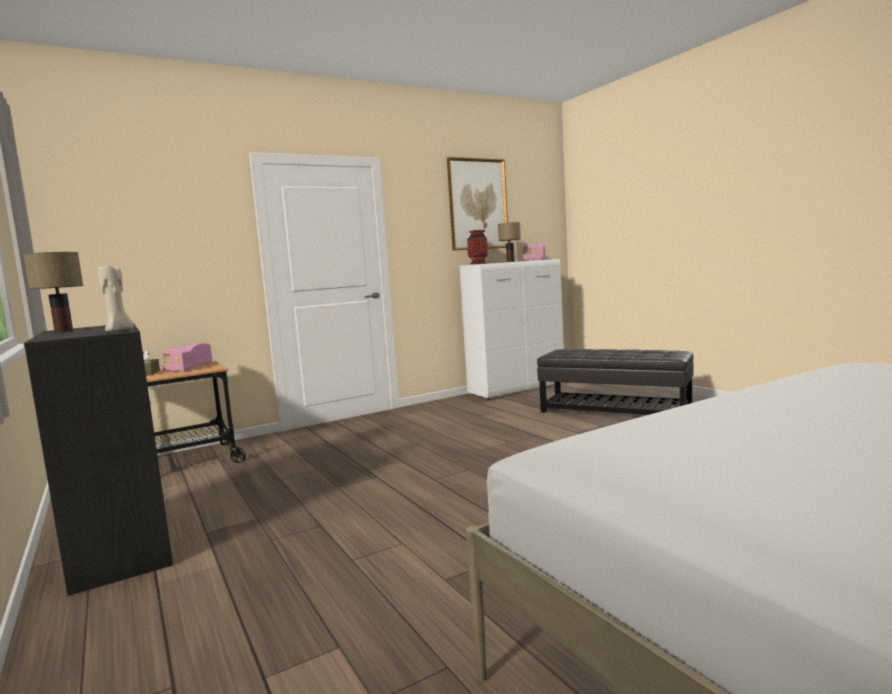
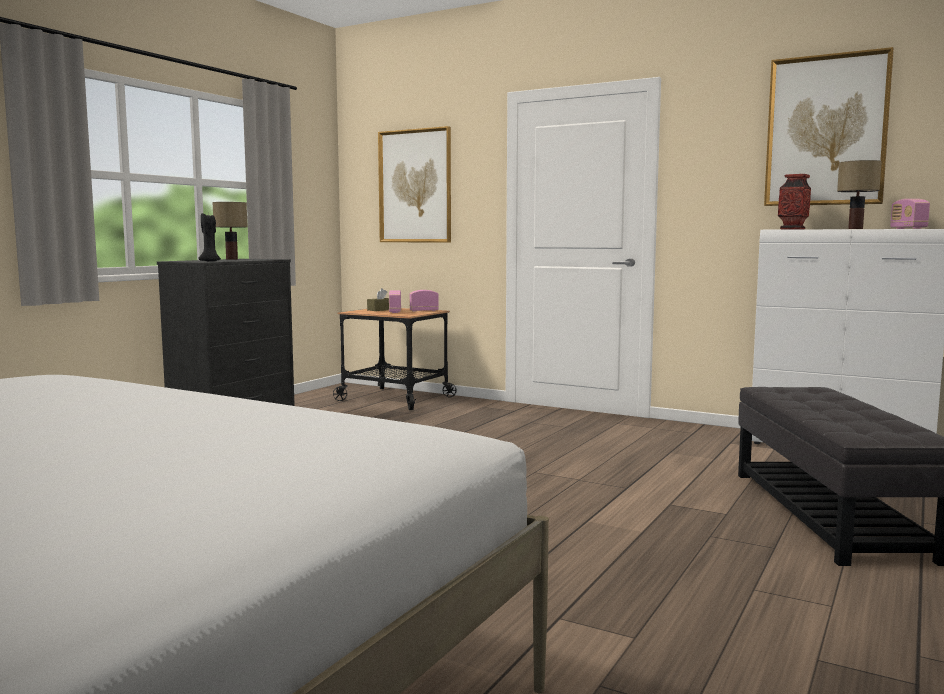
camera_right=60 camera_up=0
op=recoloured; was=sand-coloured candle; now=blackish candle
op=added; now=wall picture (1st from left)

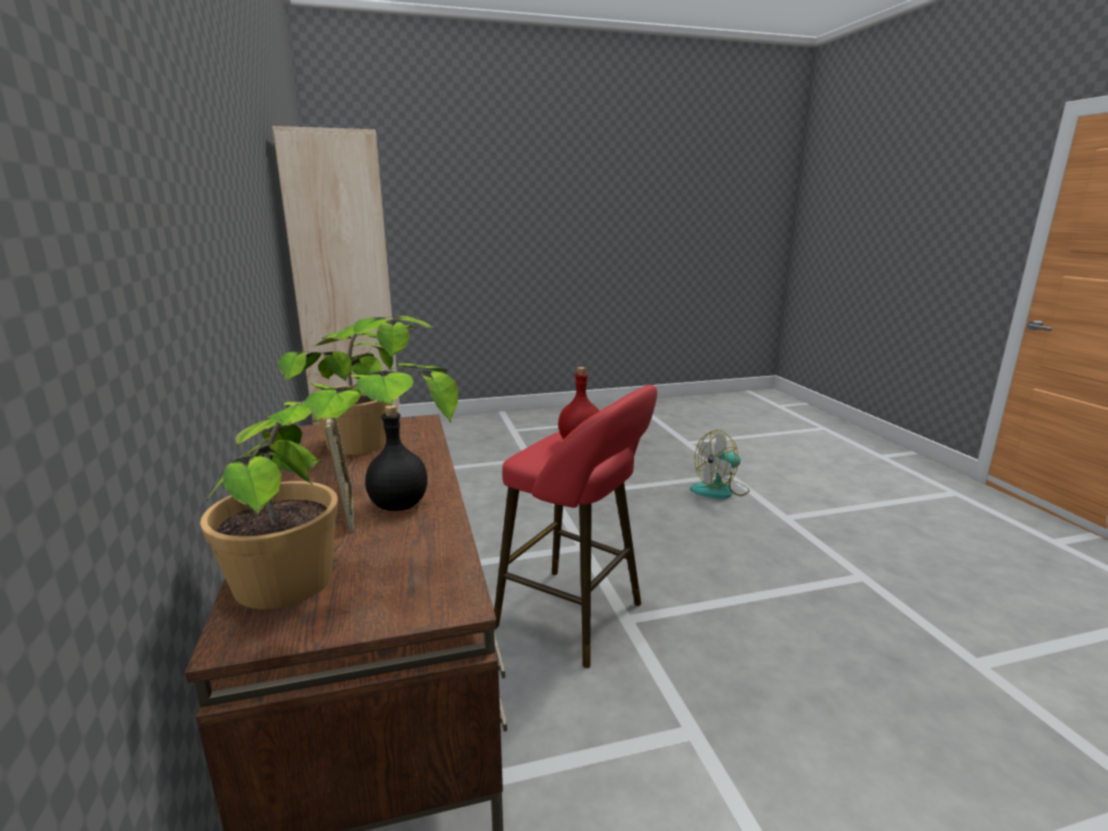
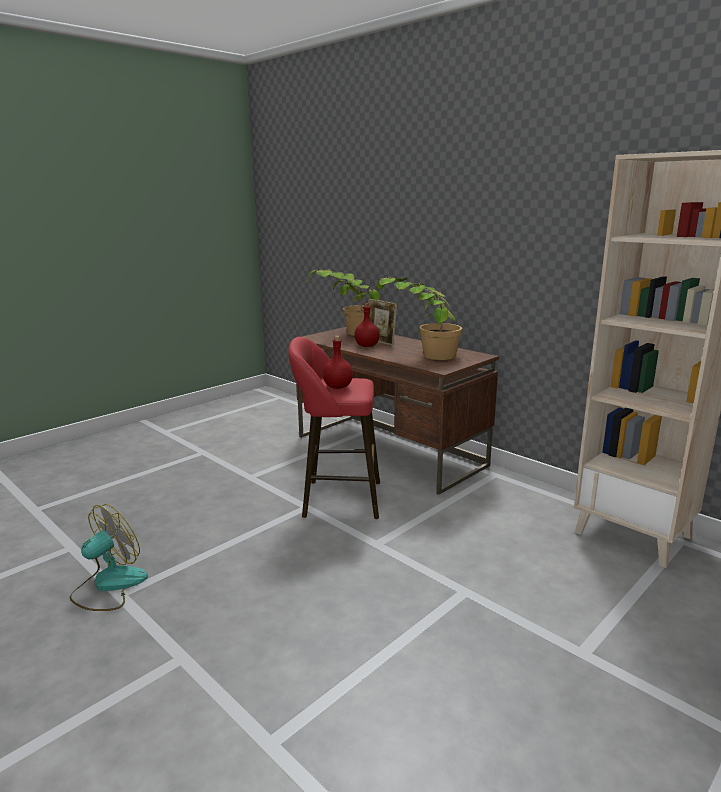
camera_right=150 camera_up=0
op=recoloured; was=blackish beverage bottle; now=red beverage bottle (2nd from left)
op=moved; was=fan

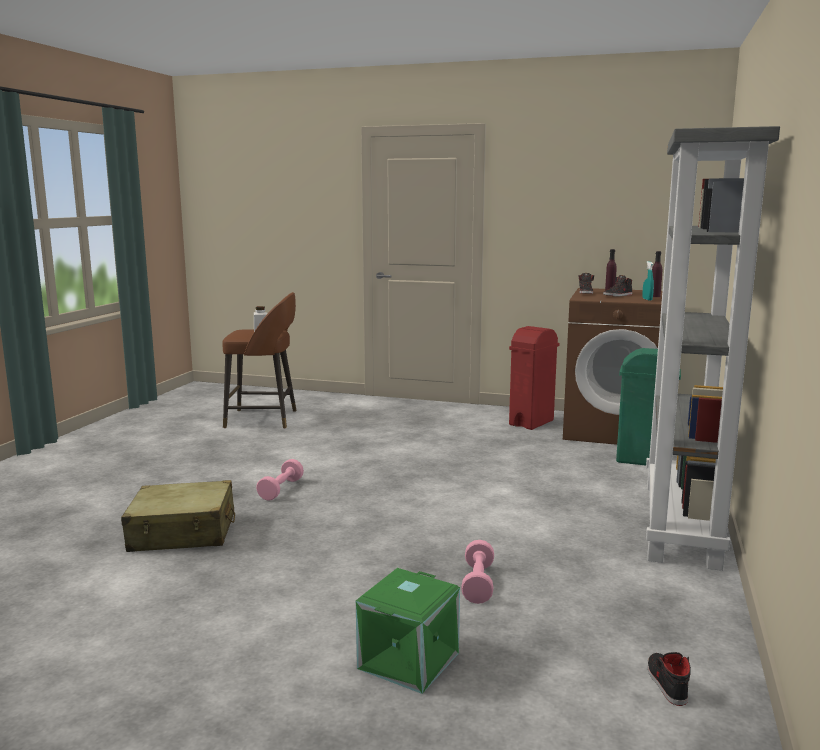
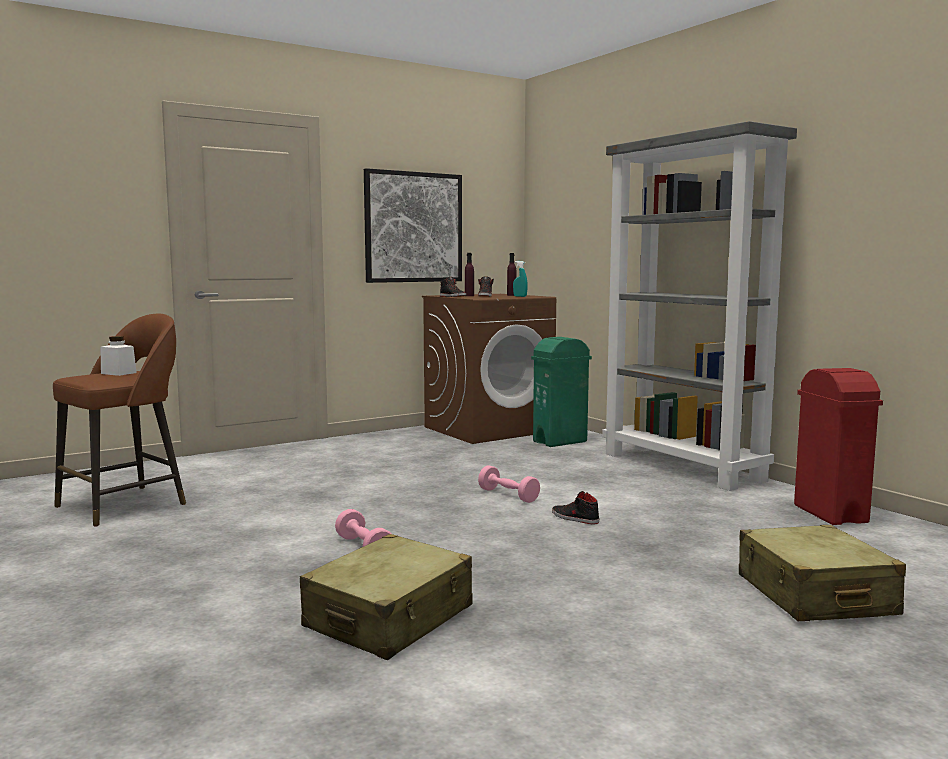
camera_right=-50 camera_up=-5
op=replaced; was=greenish storage box; now=sand-coloured piece of luggage (2nd from left)
op=moved; was=pink-coloured dumbbell (2nd from left)
op=moved; was=red trash can
op=moved; was=blackish low shoe (3rd from left)
op=added; now=wall picture

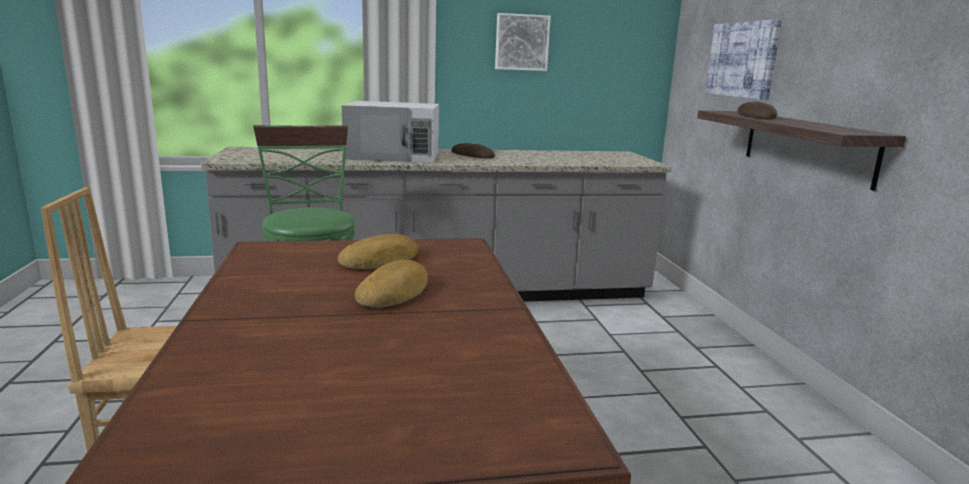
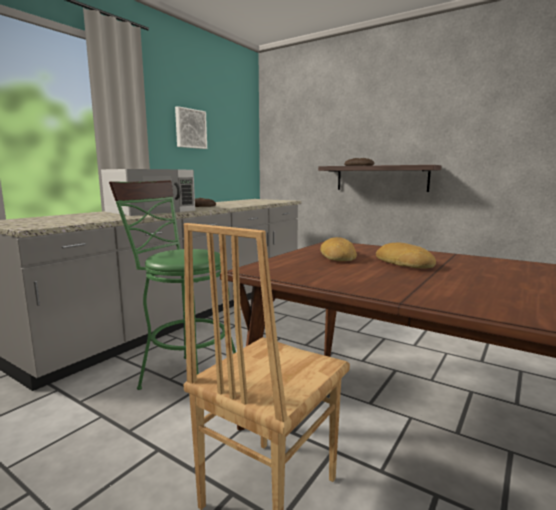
camera_right=-45 camera_up=-5
op=removed; was=wall picture (2nd from left)

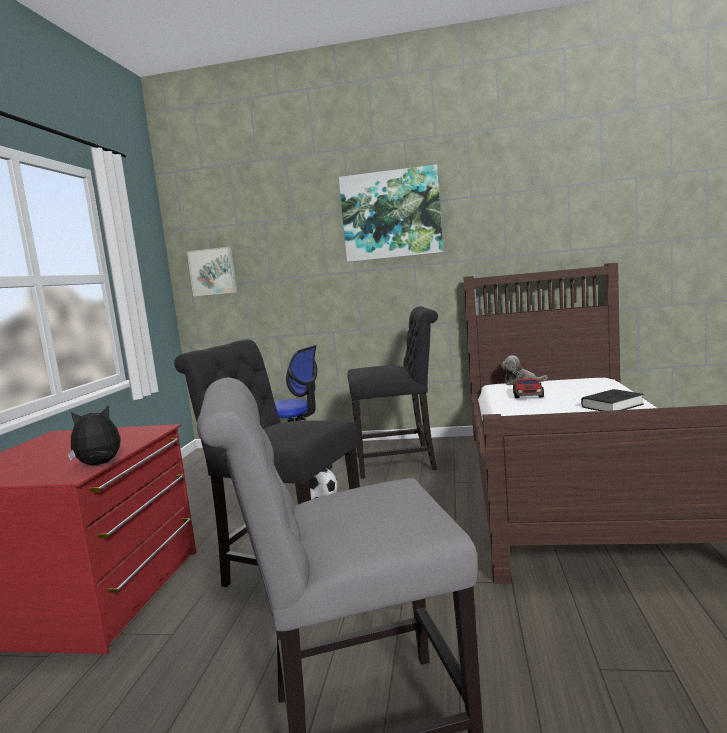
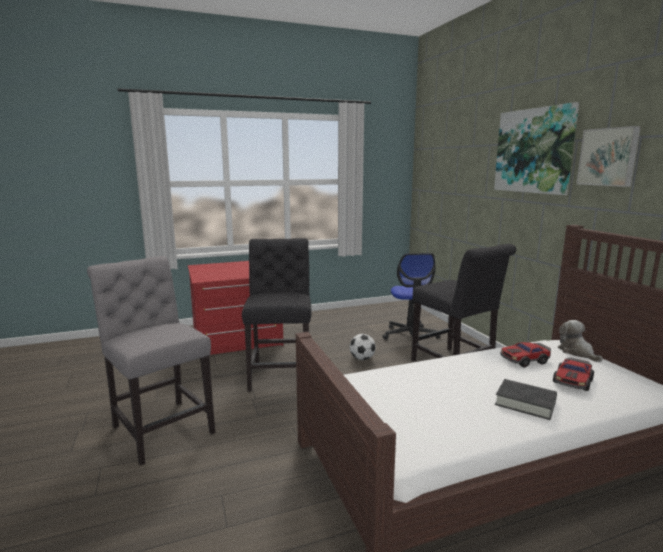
camera_right=60 camera_up=5
op=removed; was=cuddly toy (1st from left)
op=moved; was=wall picture (1st from left in the first image); now=wall picture (2nd from left)
op=added; now=model car (2nd from left)

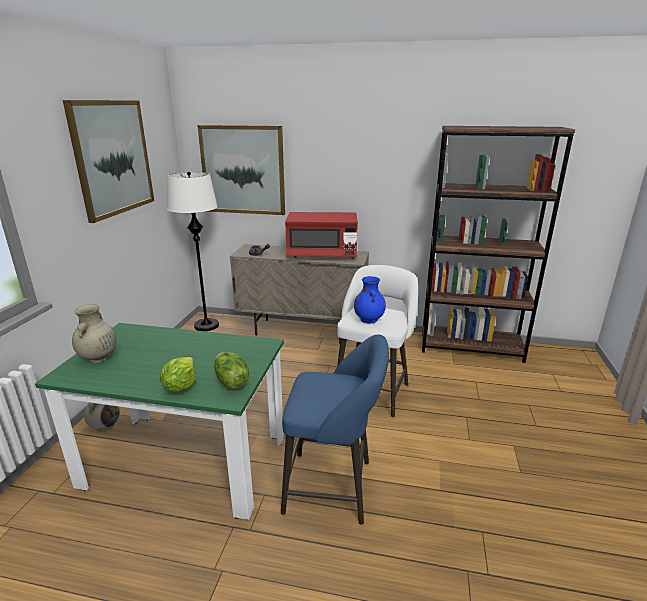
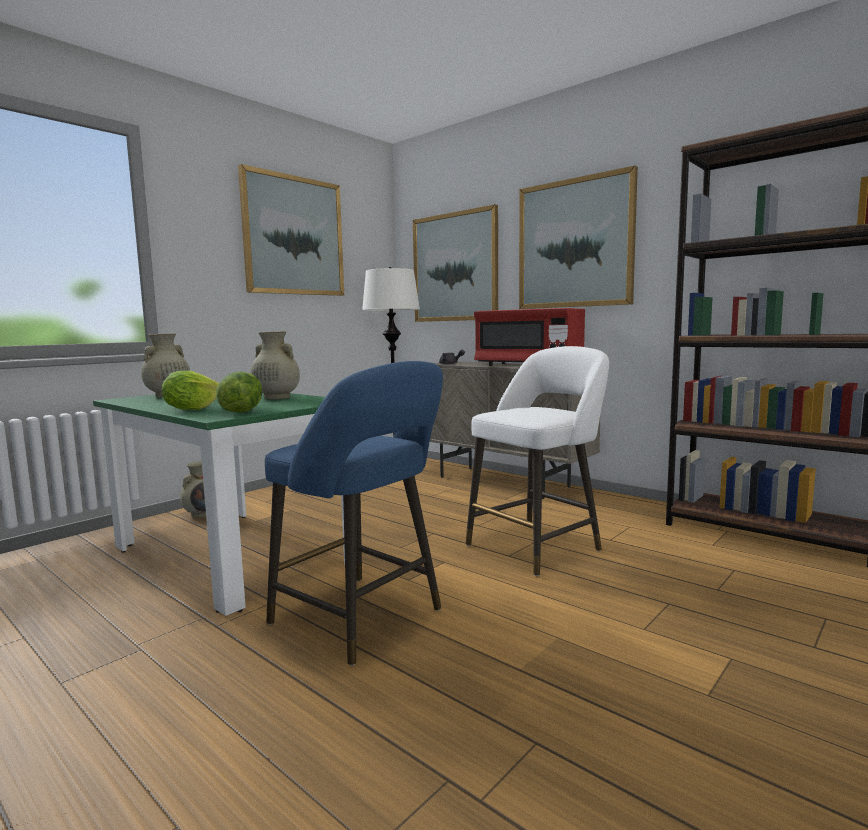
camera_right=30 camera_up=-15
op=removed; was=blue-coloured flower vase
op=added; now=sand-coloured flower vase (3rd from left)
op=added; now=wall picture (3rd from left)

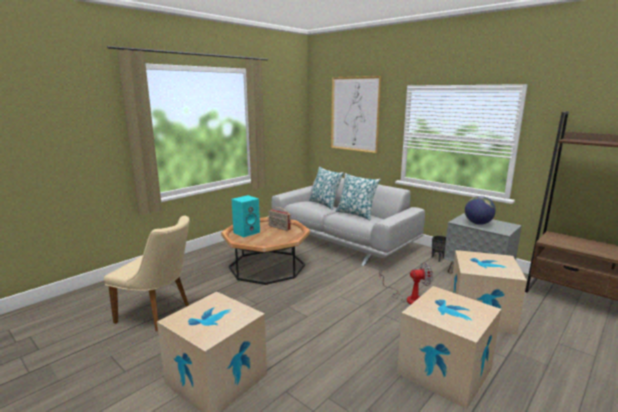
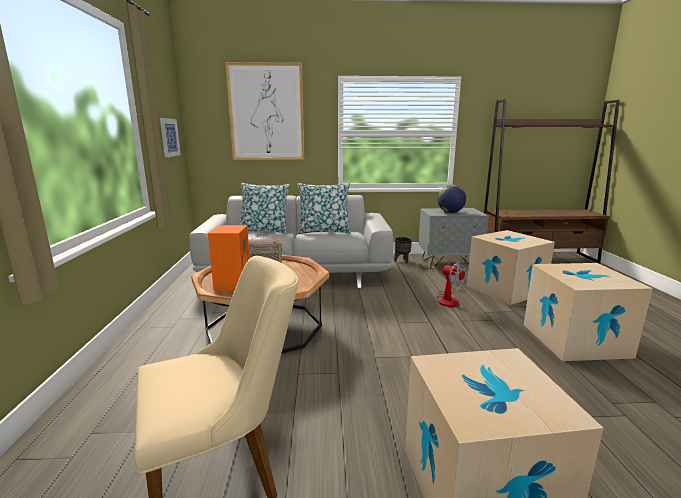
camera_right=-45 camera_up=0
op=recoloured; was=turquoise loudspeaker; now=orange-coloured loudspeaker
op=turned; was=fan; clockwise=105
op=added; now=wall picture (1st from left)

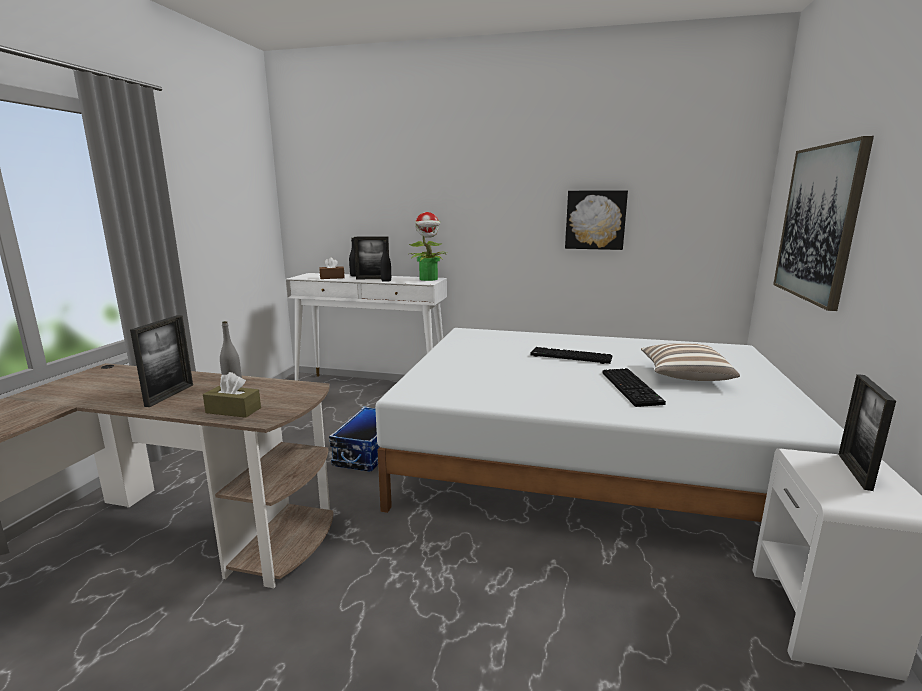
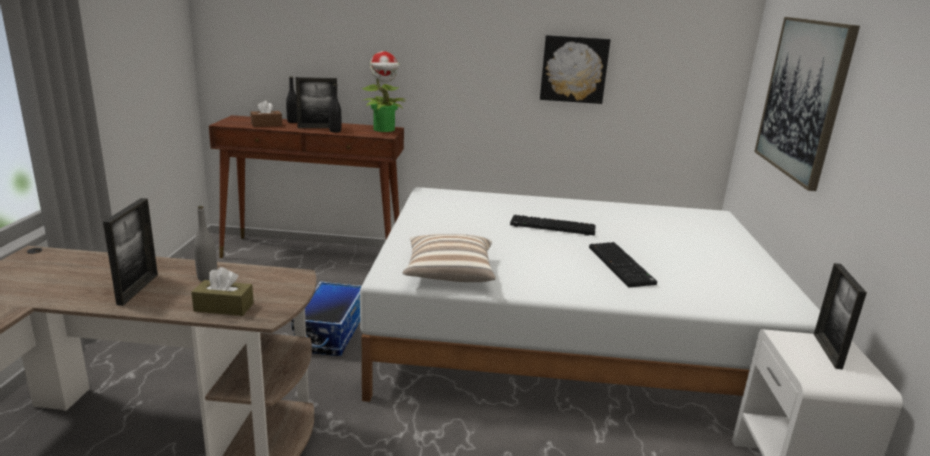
camera_right=-10 camera_up=5
op=recoloured; was=white narrow table; now=brown narrow table
op=moved; was=pillow

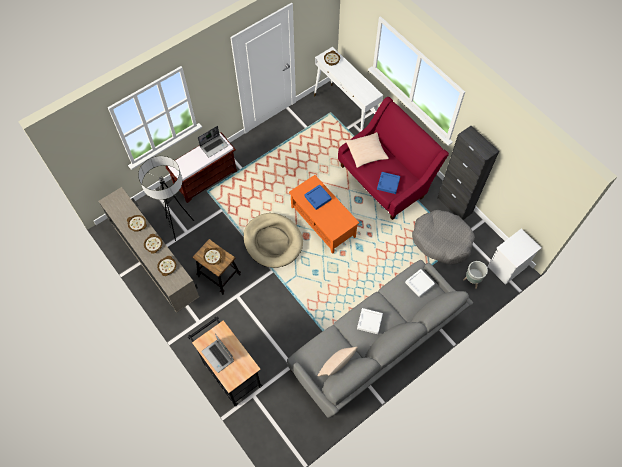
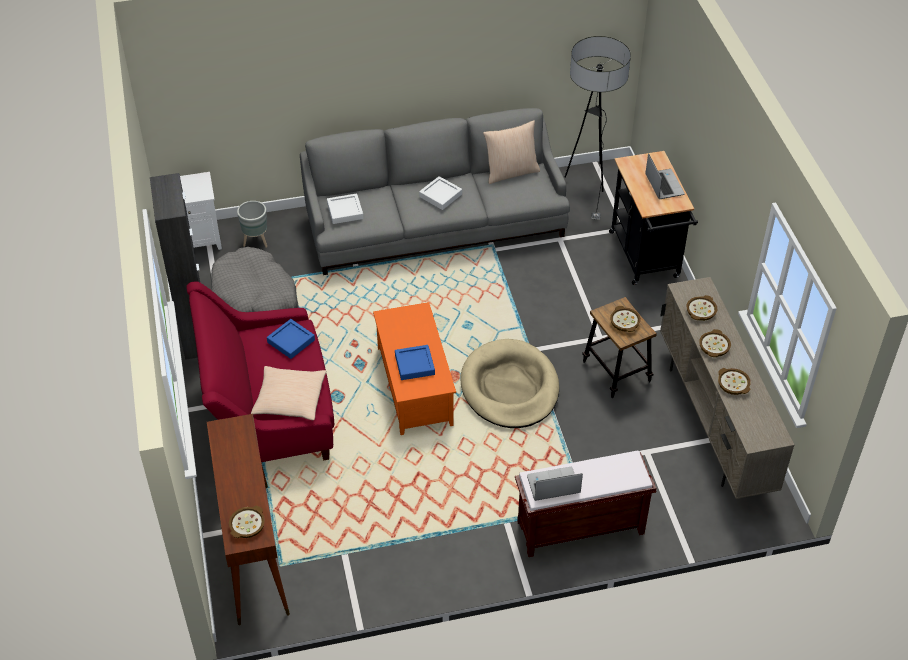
camera_right=-155 camera_up=-15
op=moved; was=floor lamp
op=recoloured; was=white narrow table; now=brown narrow table

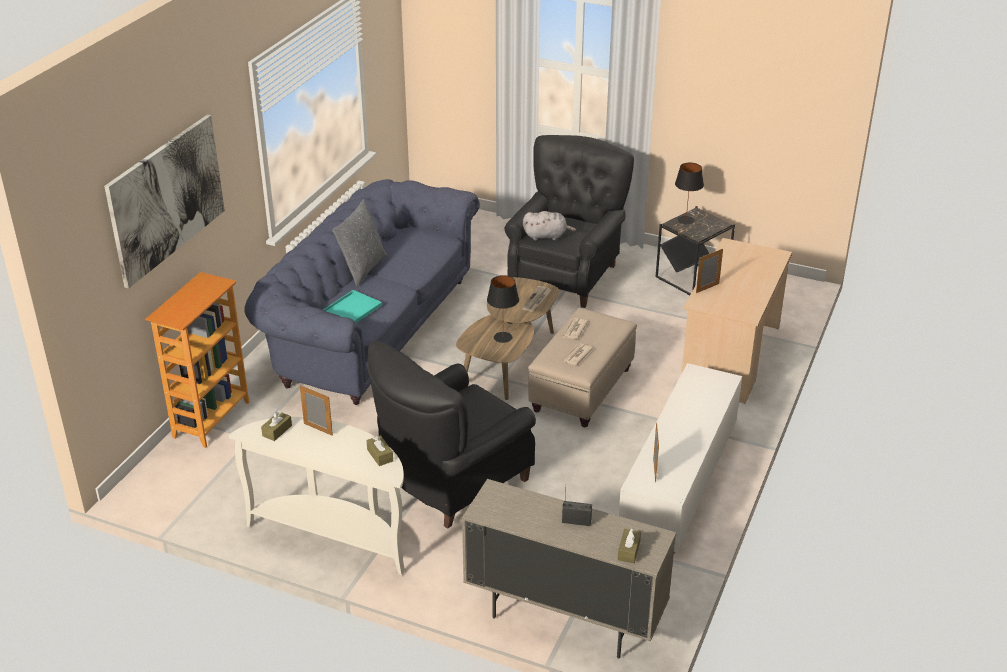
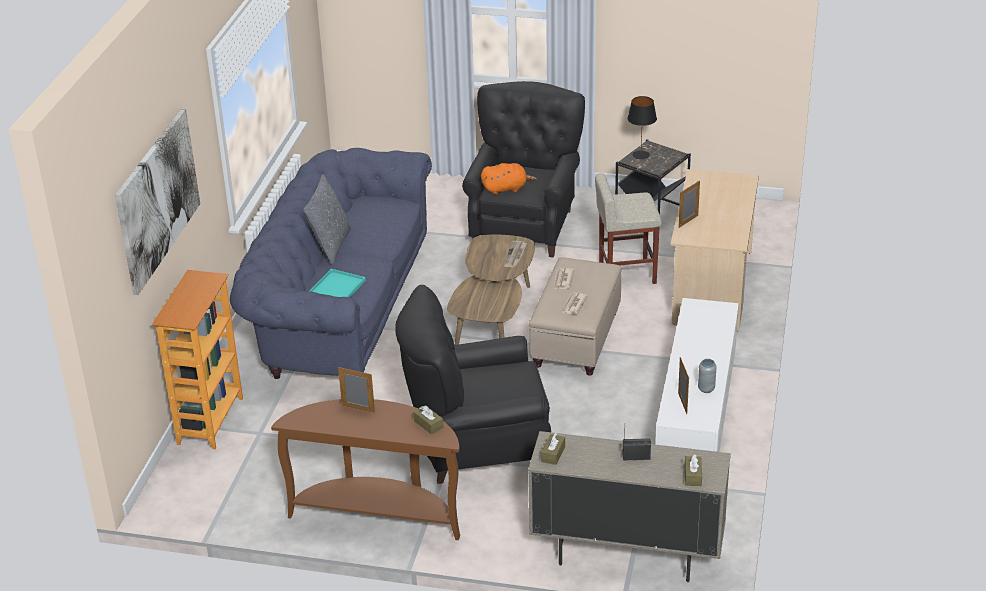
camera_right=-10 camera_up=0
op=recoloured; was=white narrow table; now=brown narrow table
op=moved; was=brown tissue holder (1st from left in the first image); now=brown tissue holder (2nd from left)
op=turned; was=blackish easy chair (1st from left); clockwise=45
op=removed; was=blackish table lamp (1st from left)
op=recoloured; was=greyish cuddly toy; now=orange-coloured cuddly toy
op=added; now=sand-coloured stool seat
op=added; now=greyish flower vase

